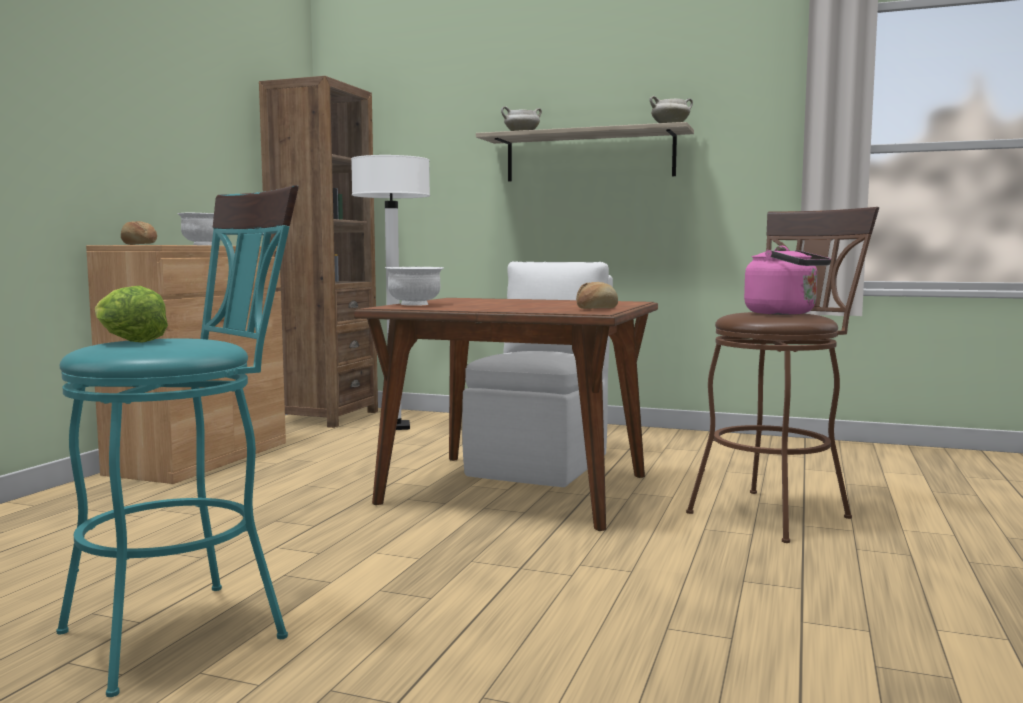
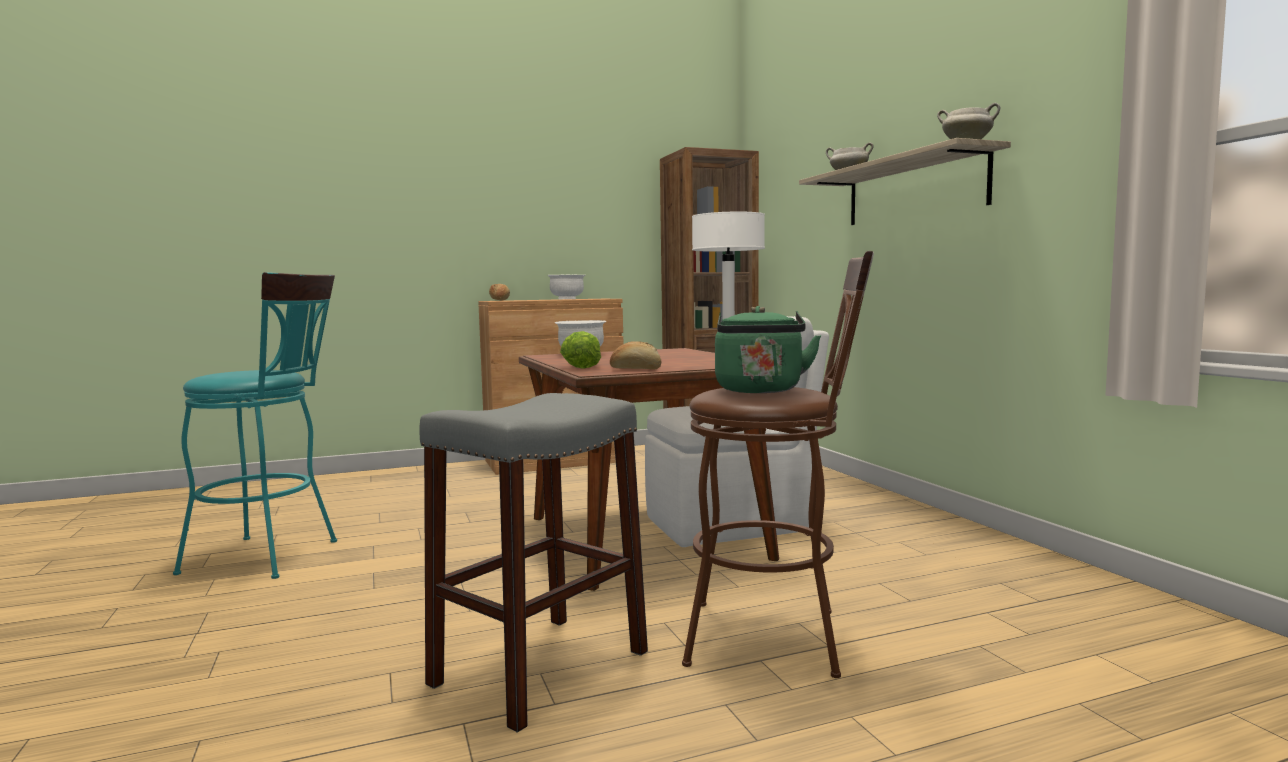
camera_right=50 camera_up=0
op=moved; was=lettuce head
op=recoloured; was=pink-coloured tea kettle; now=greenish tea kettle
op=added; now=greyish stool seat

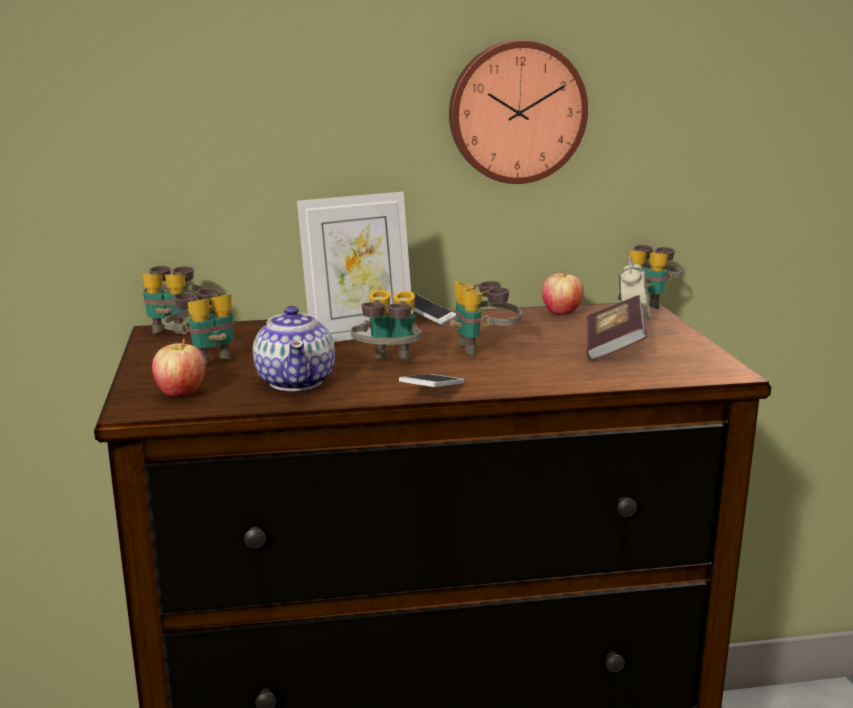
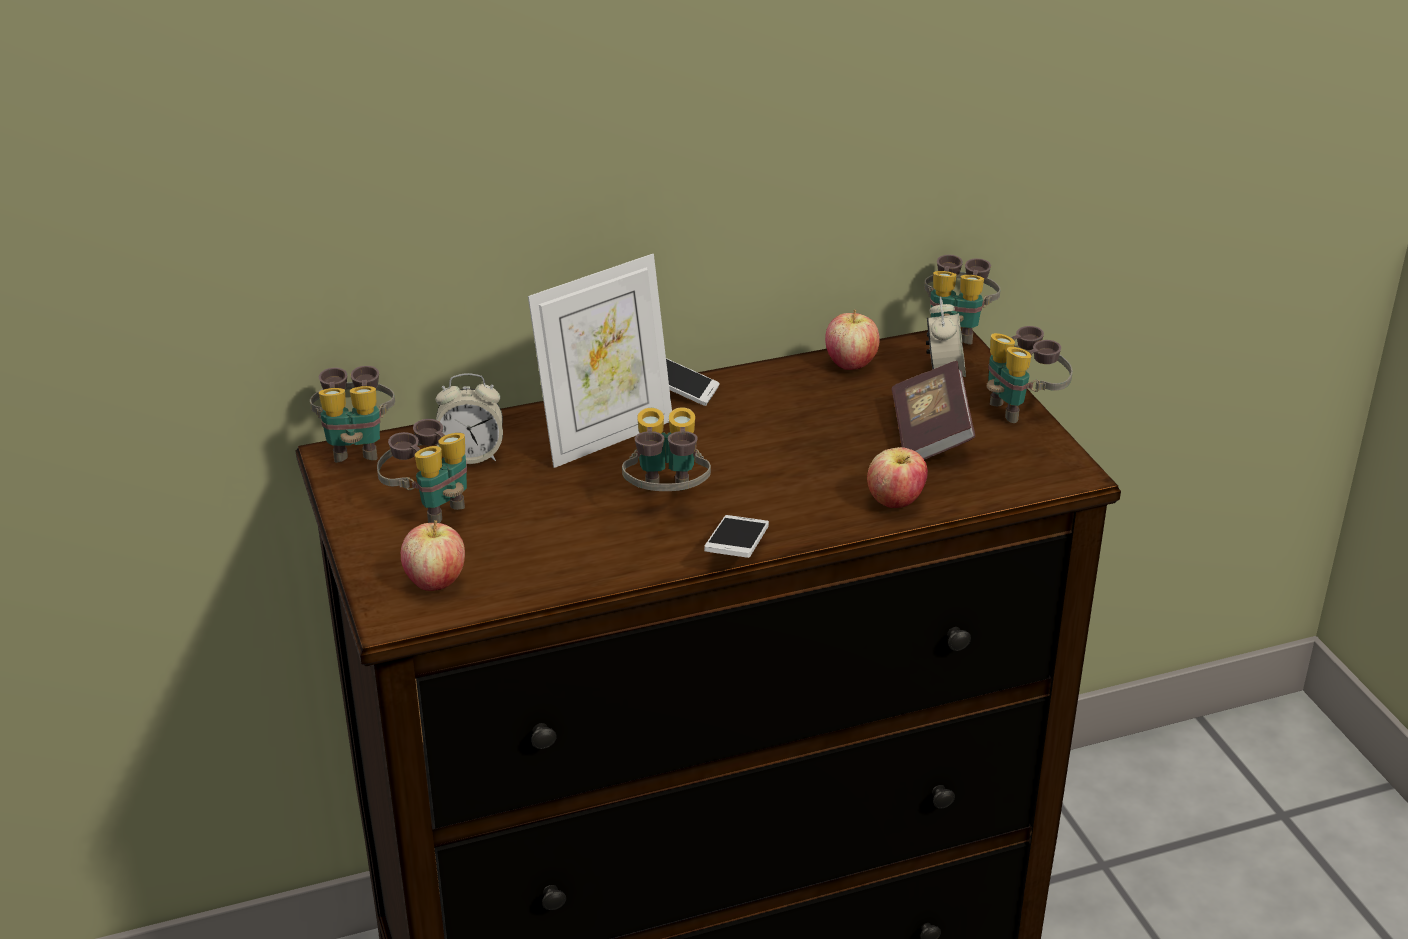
camera_right=-10 camera_up=15
op=removed; was=pot for tea
op=removed; was=hanging clock
op=moved; was=field glasses (4th from left in the first image); now=field glasses (5th from left)
op=added; now=table clock (1st from left)
op=added; now=apple fruit (3rd from left)

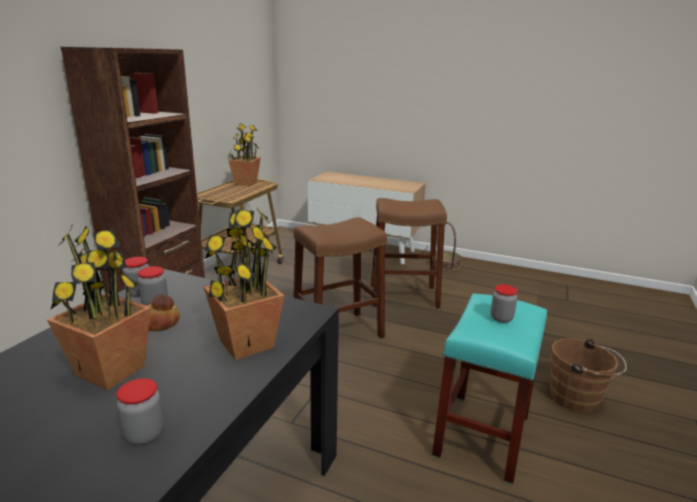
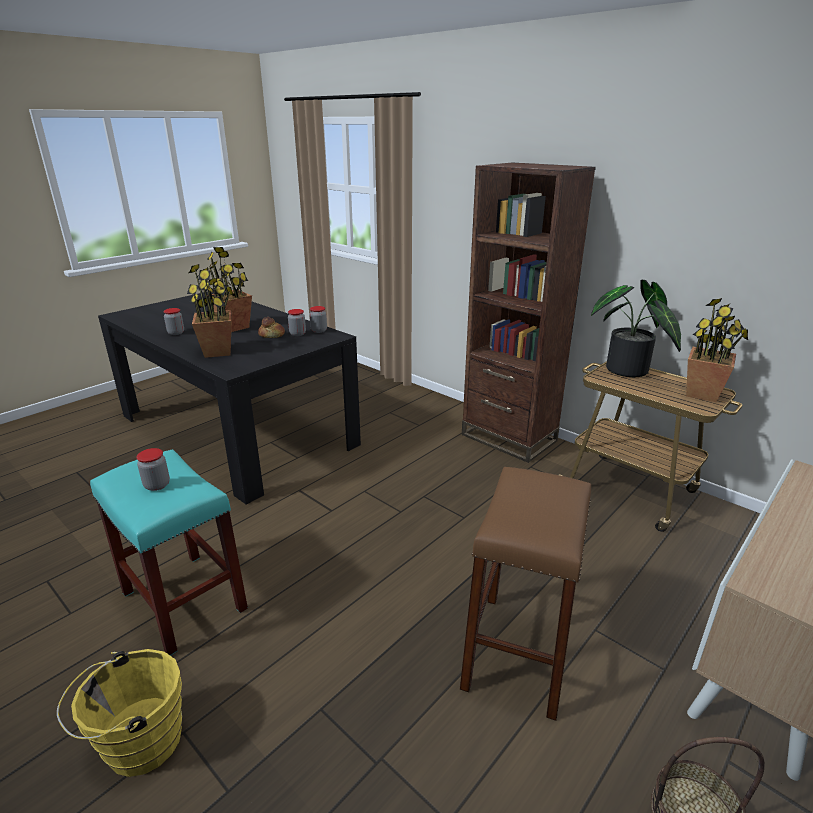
camera_right=110 camera_up=5
op=removed; was=brown stool seat (1st from left)
op=recoloured; was=brown water bucket; now=yellow-coloured water bucket
op=added; now=potted plant (3rd from left)

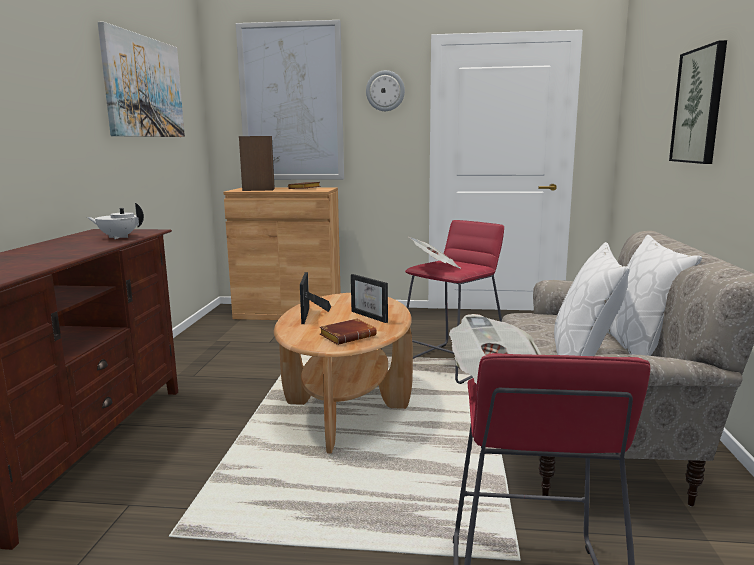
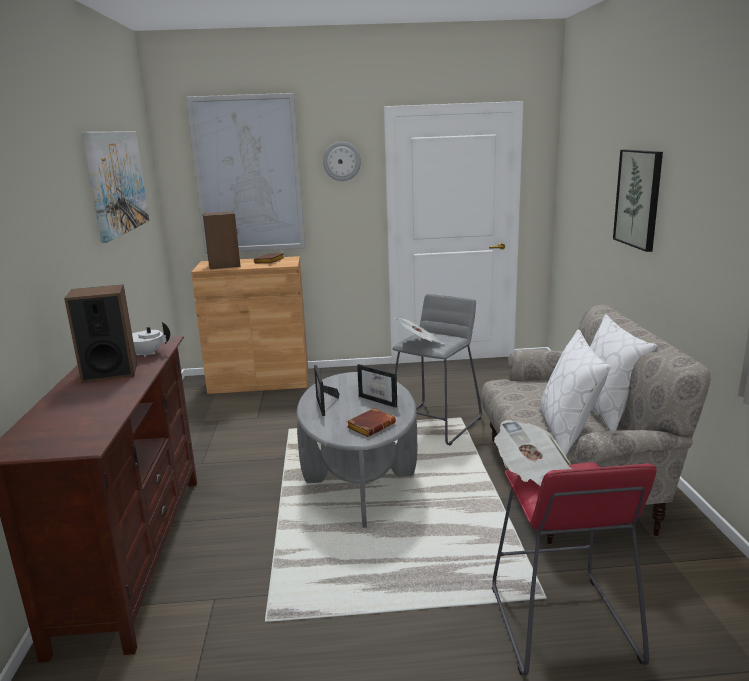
camera_right=-10 camera_up=5
op=recoloured; was=brown lounge table; now=greyish lounge table
op=recoloured; was=red stool seat (1st from left); now=greyish stool seat
op=added; now=loudspeaker (1st from left)

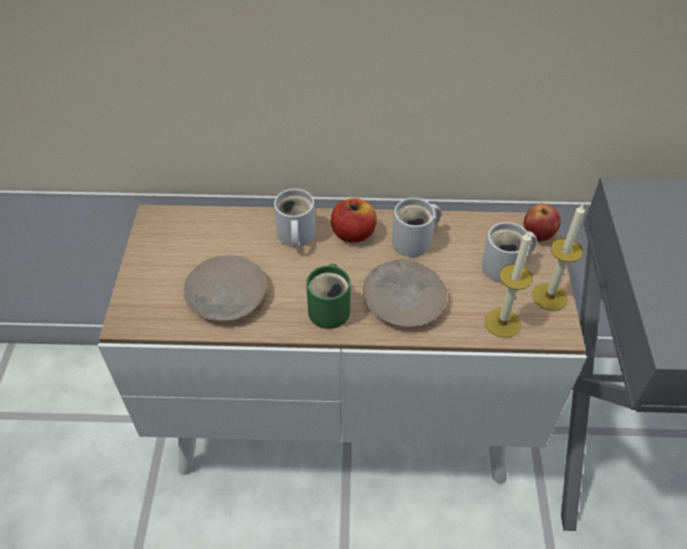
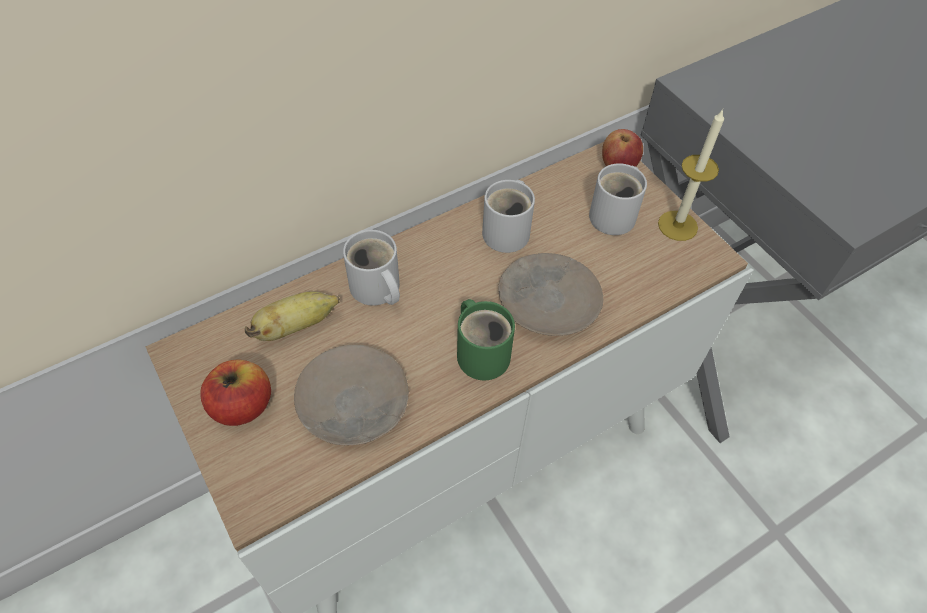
camera_right=-35 camera_up=5
op=moved; was=apple fruit (1st from left)
op=removed; was=candle (1st from left)
op=added; now=banana fruit

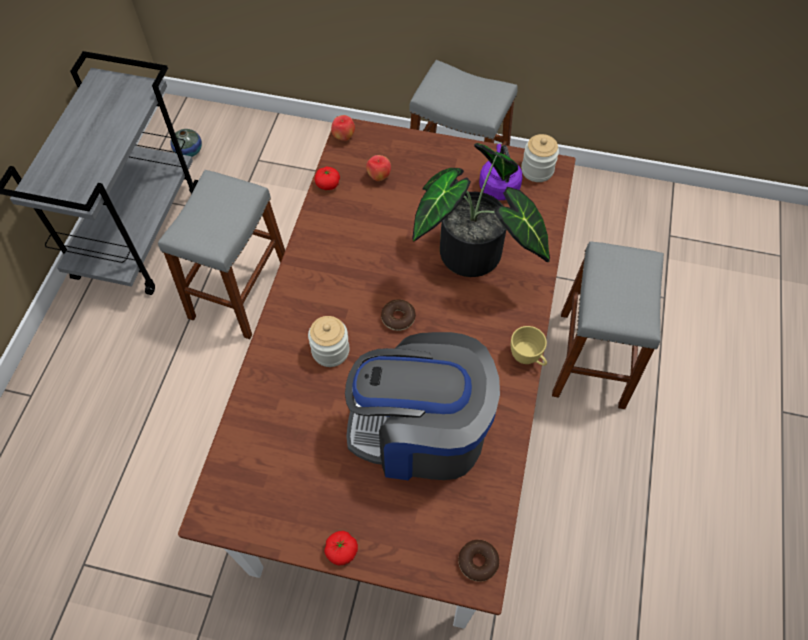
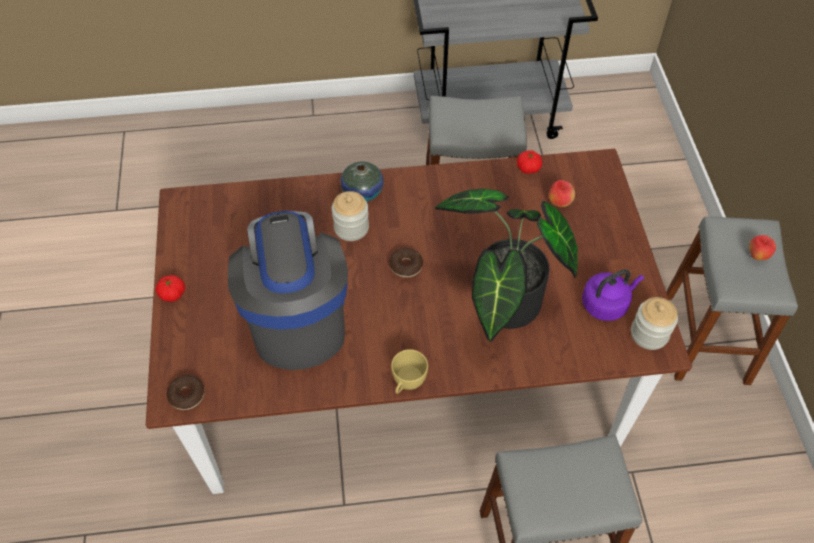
camera_right=70 camera_up=-5
op=moved; was=flower vase
op=moved; was=apple fruit (1st from left in the first image); now=apple fruit (2nd from left)

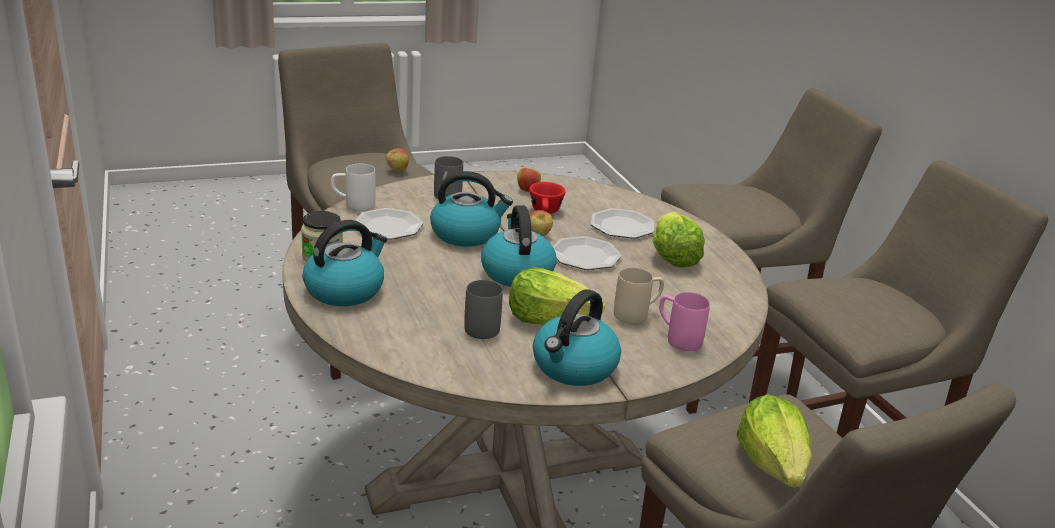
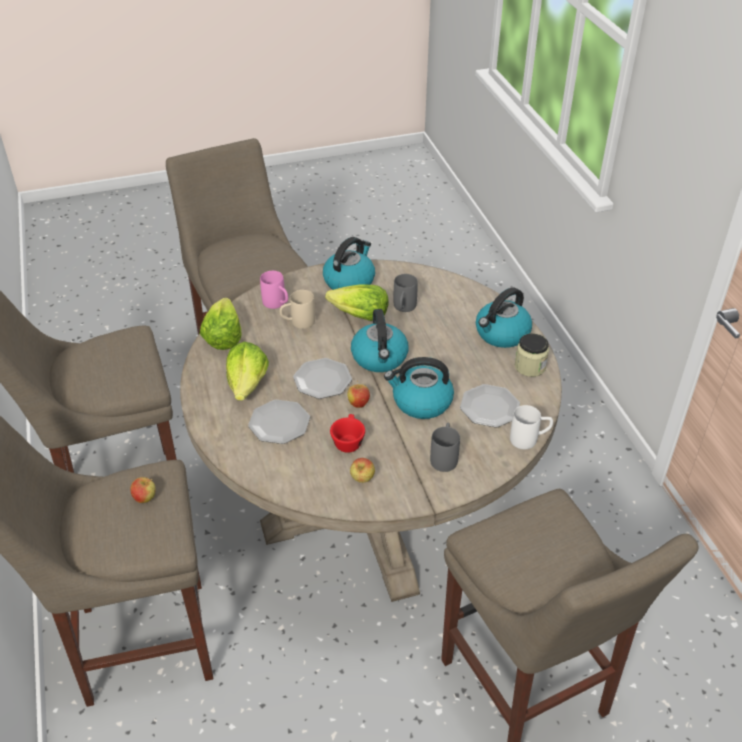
camera_right=-175 camera_up=15
op=moved; was=apple fruit (1st from left)
op=moved; was=lettuce head (3rd from left in the first image); now=lettuce head (1st from left)

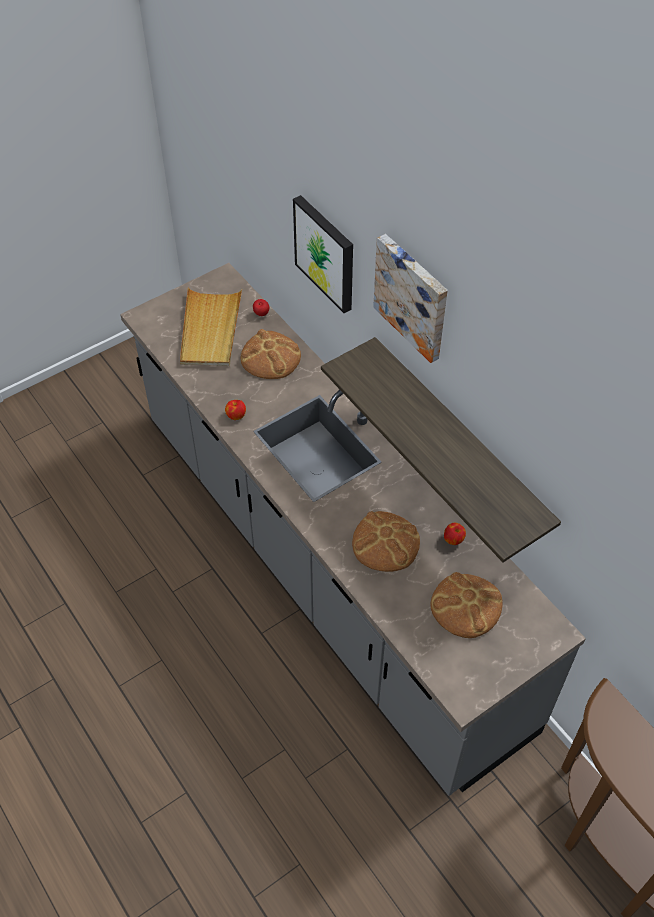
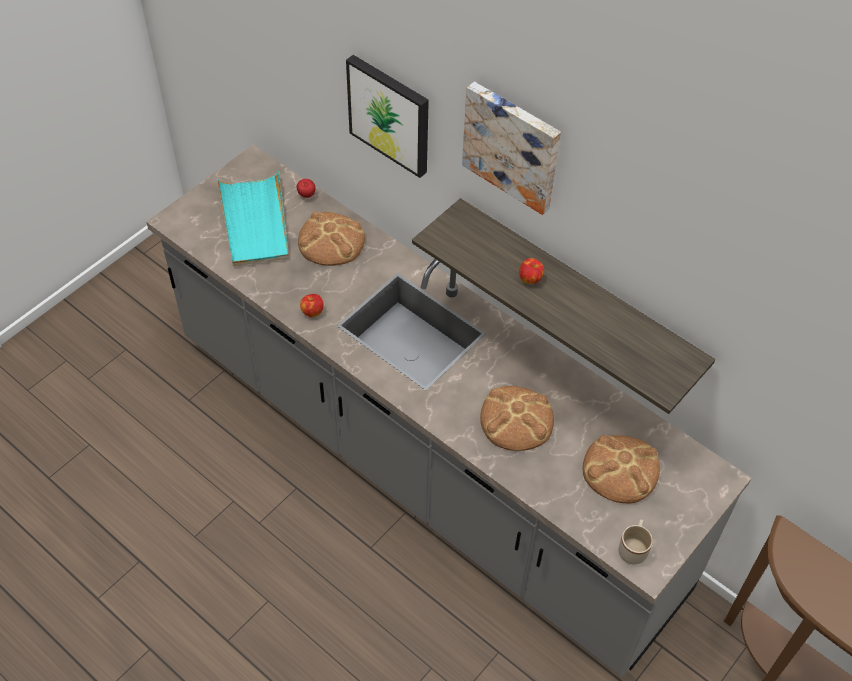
camera_right=-15 camera_up=0
op=recoloured; was=sand-coloured serving tray; now=turquoise serving tray
op=moved; was=apple fruit (3rd from left)
op=added; now=sand-coloured tea mug

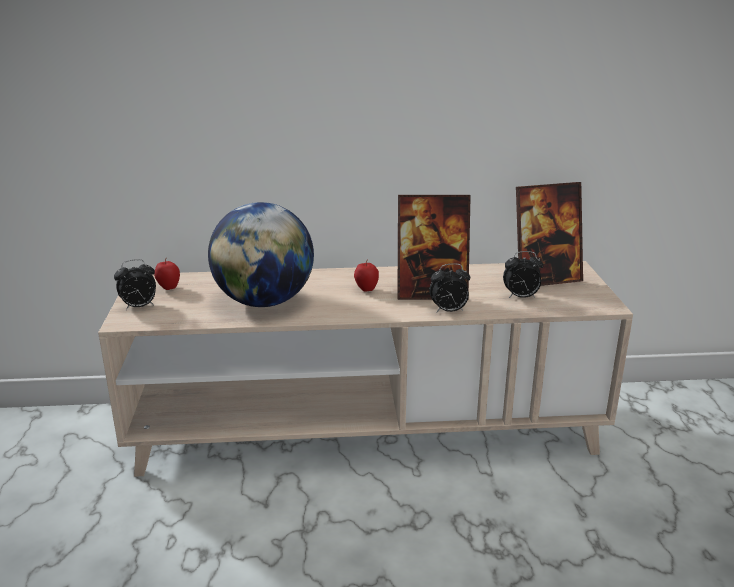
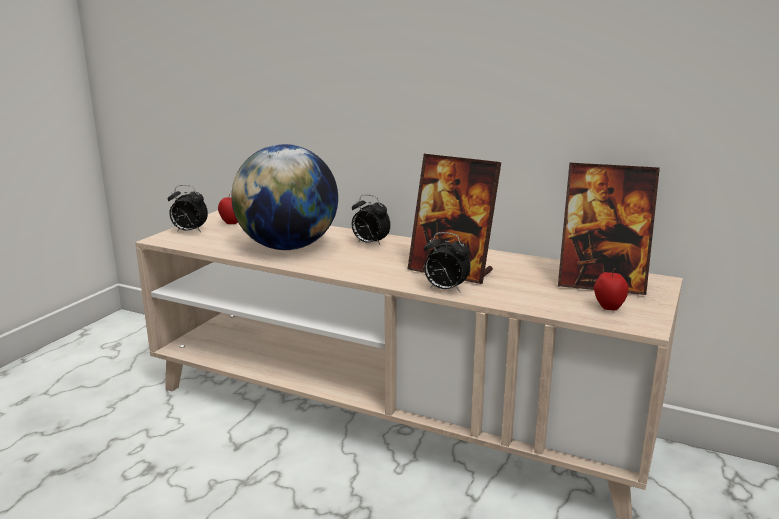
camera_right=30 camera_up=-5
op=moved; was=apple fruit (2nd from left)
op=moved; was=table clock (3rd from left in the first image); now=table clock (2nd from left)

